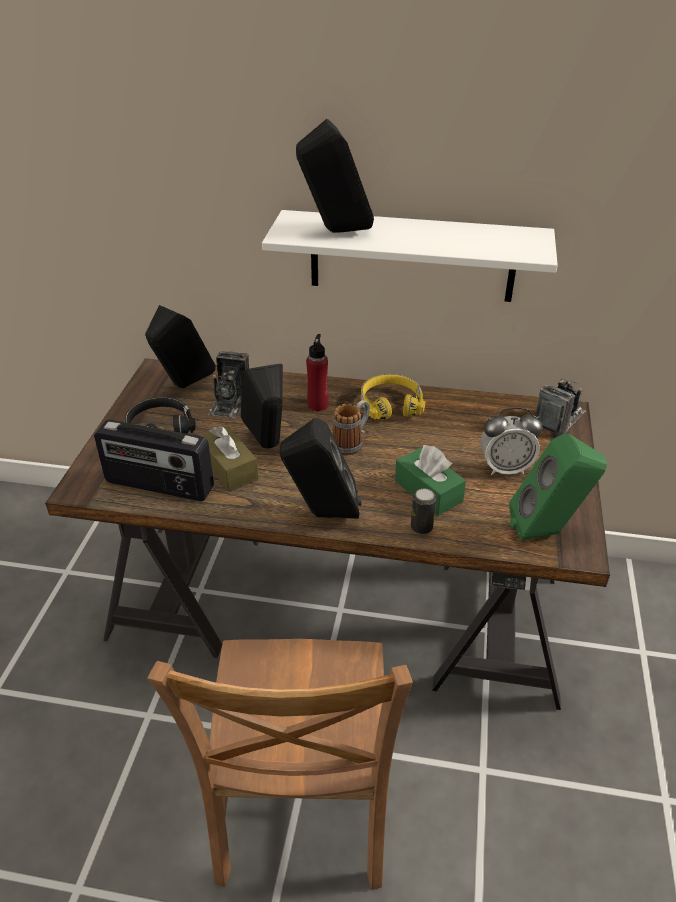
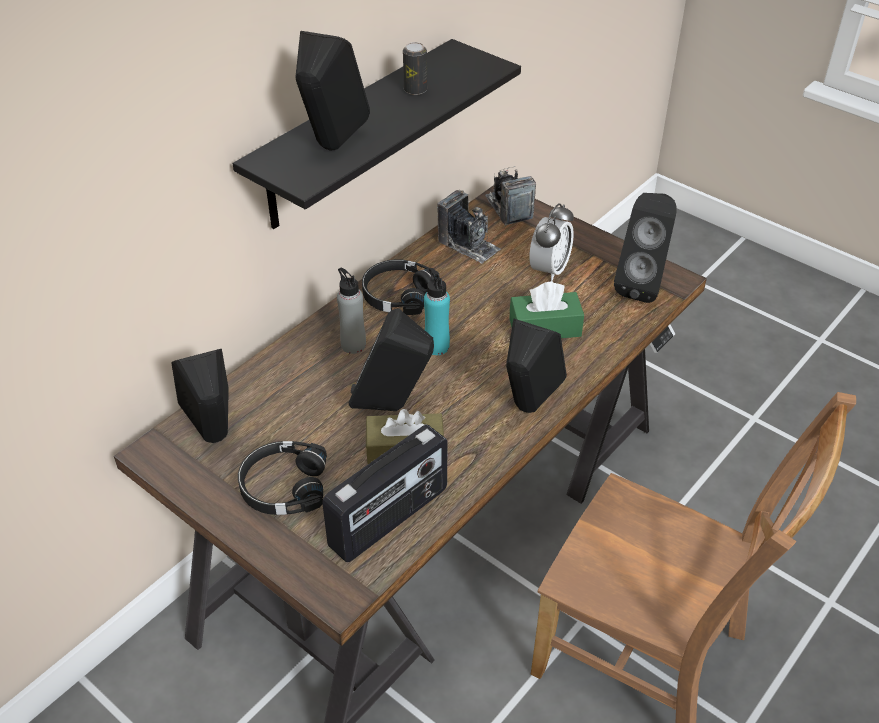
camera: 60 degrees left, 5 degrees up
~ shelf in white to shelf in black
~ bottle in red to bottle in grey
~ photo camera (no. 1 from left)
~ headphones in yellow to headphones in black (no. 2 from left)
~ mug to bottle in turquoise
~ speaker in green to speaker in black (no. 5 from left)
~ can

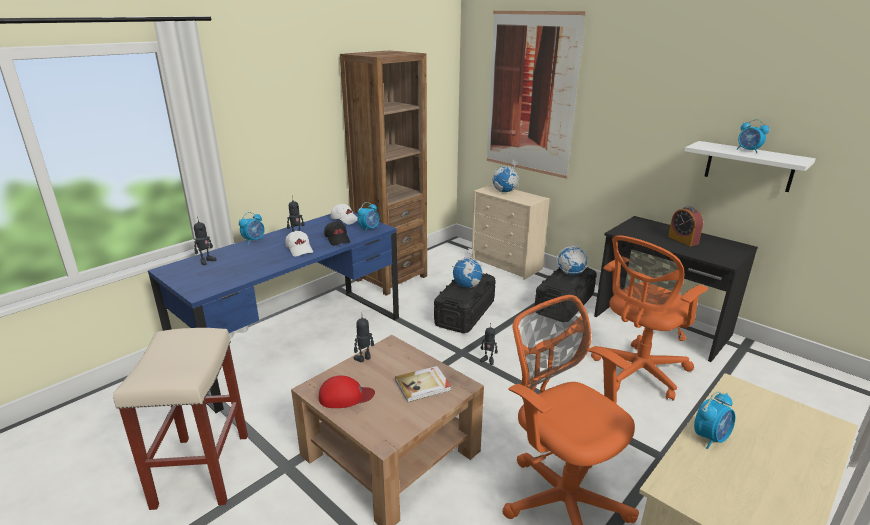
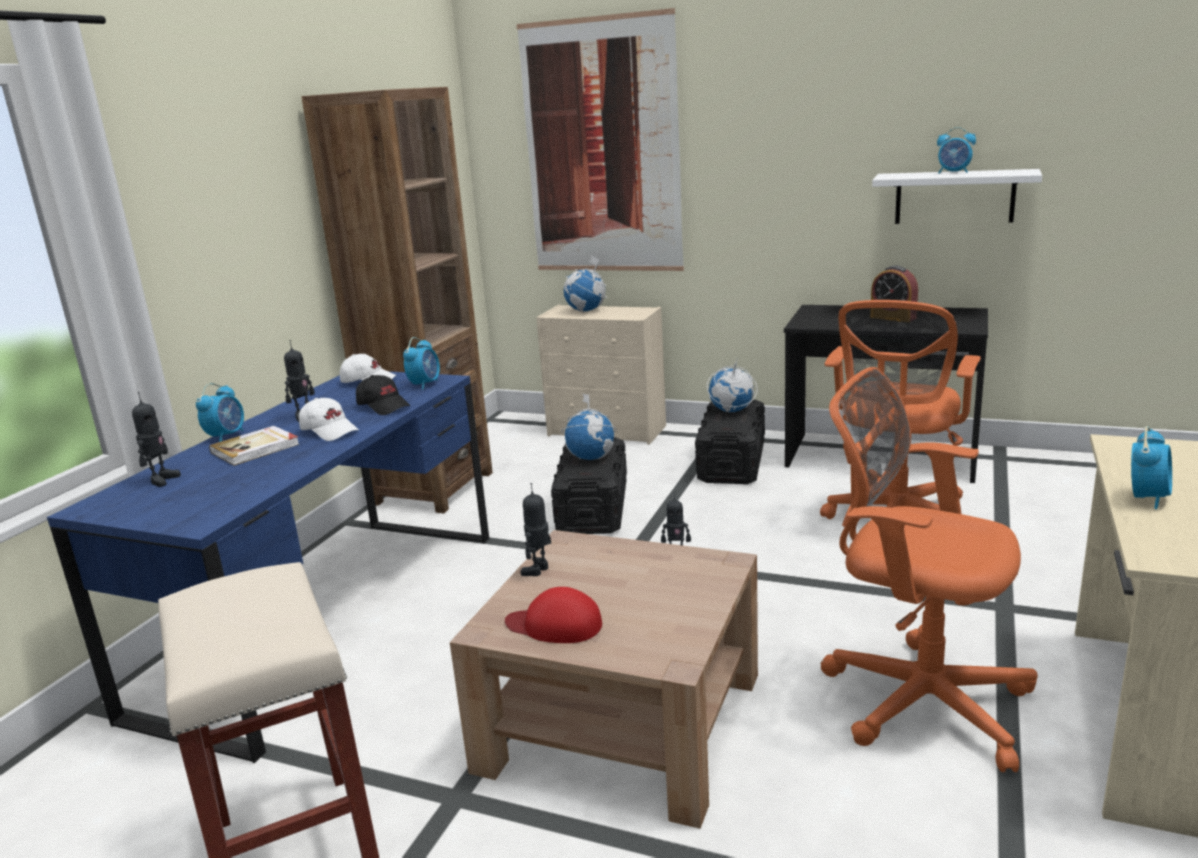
camera: 20 degrees left, 5 degrees down
~ book
~ cap in red 135 degrees counterclockwise

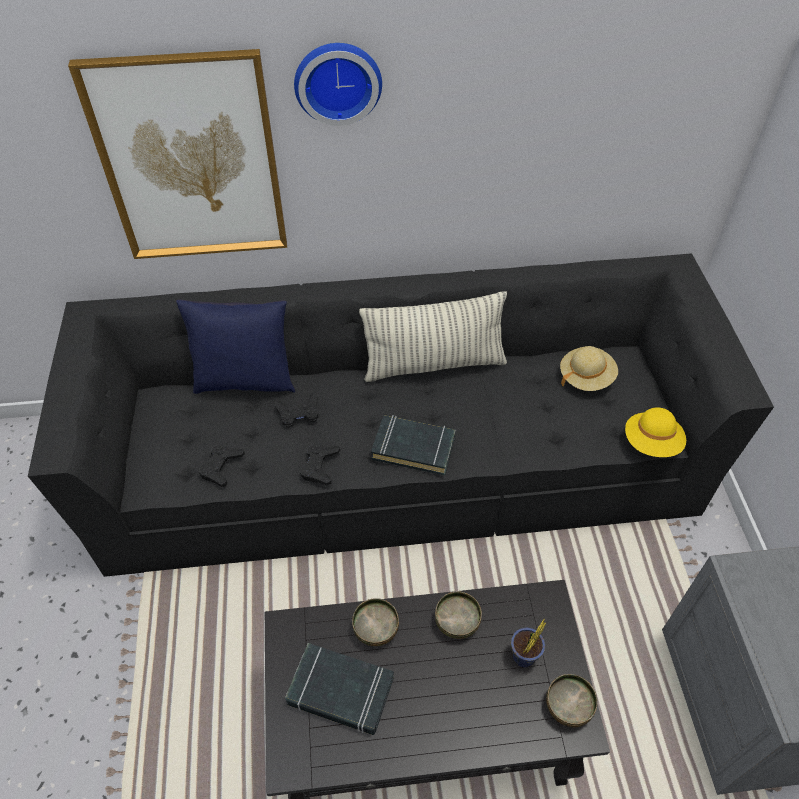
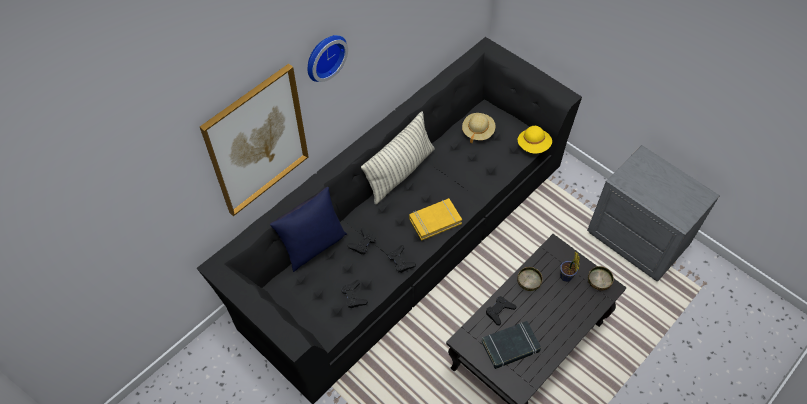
camera: 40 degrees left, 5 degrees up
~ book in black (no. 2 from left) to book in yellow
~ bowl (no. 1 from left) to game controller in black (no. 4 from left)

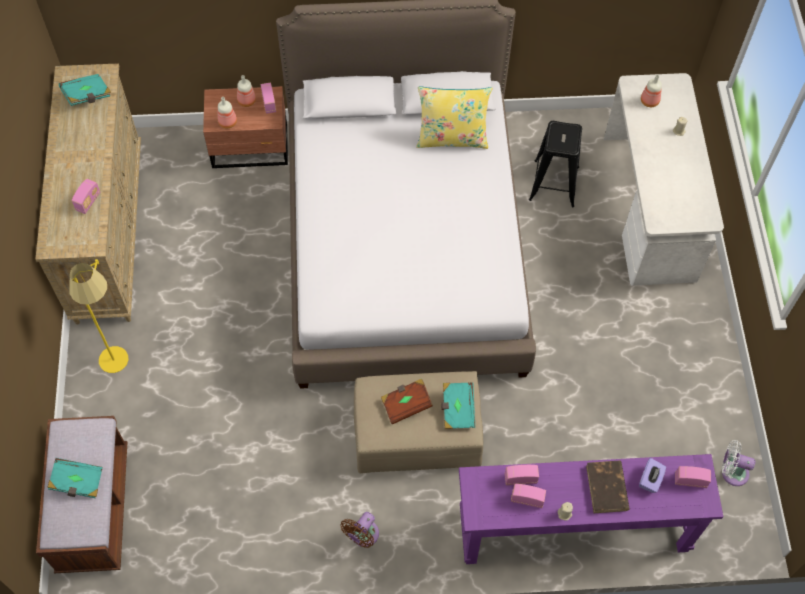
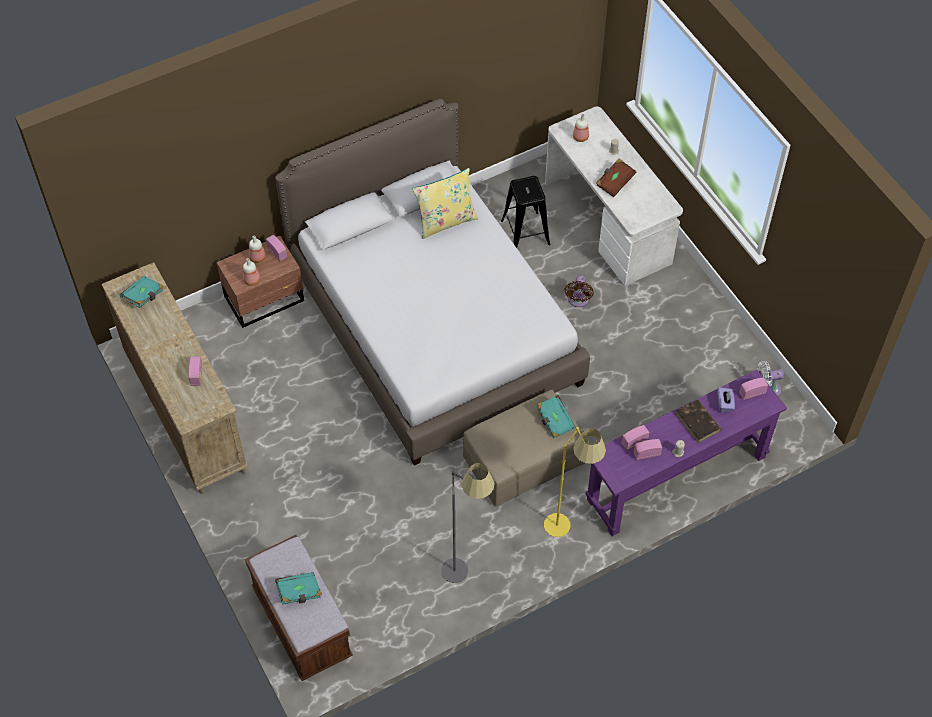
camera: 25 degrees left, 5 degrees down
~ floor lamp in yellow
~ book in brown (no. 1 from left)
~ fan in brown
+ floor lamp in grey

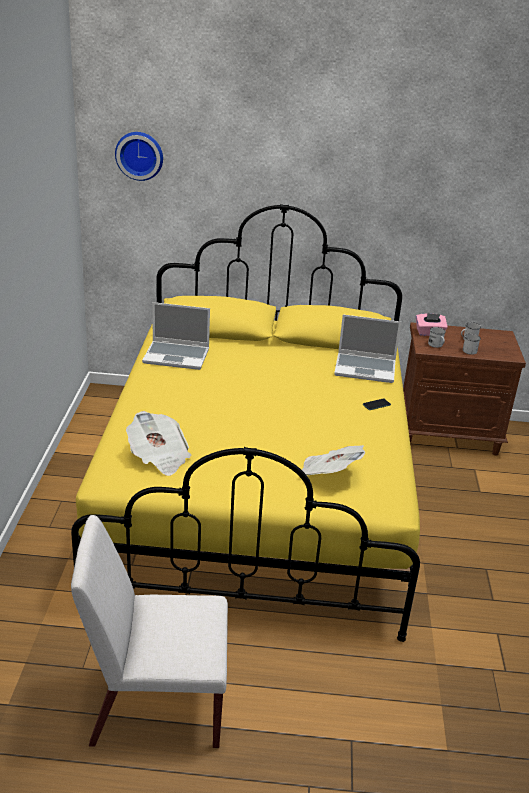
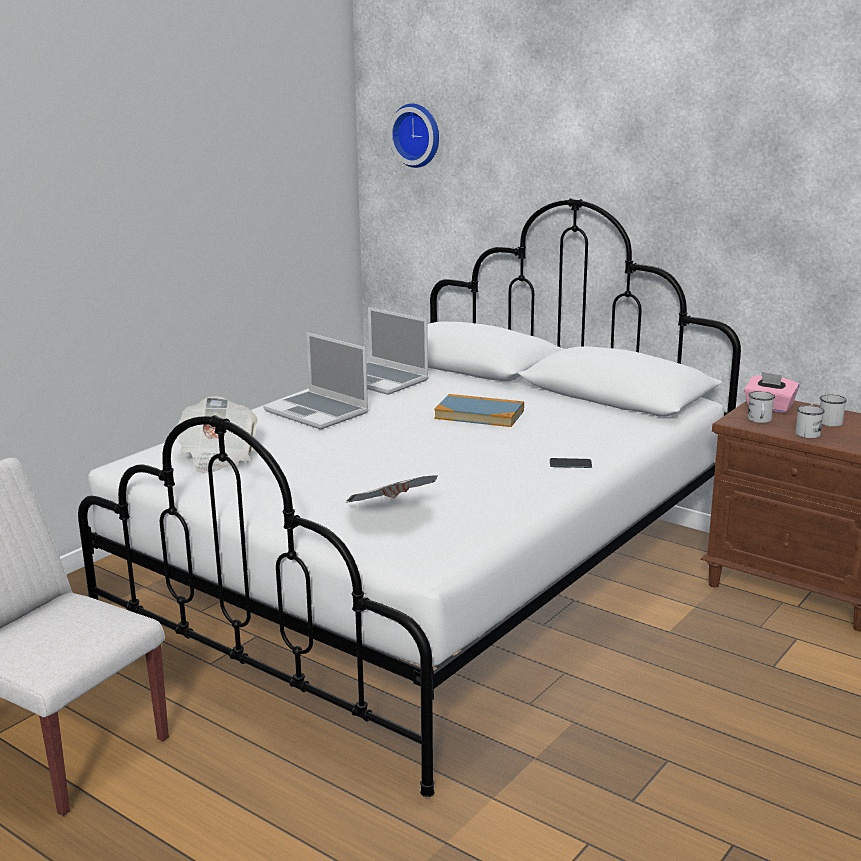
camera: 35 degrees right, 10 degrees down
~ bed in yellow to bed in white
~ laptop (no. 2 from left in the first image) to laptop (no. 1 from left)
+ book

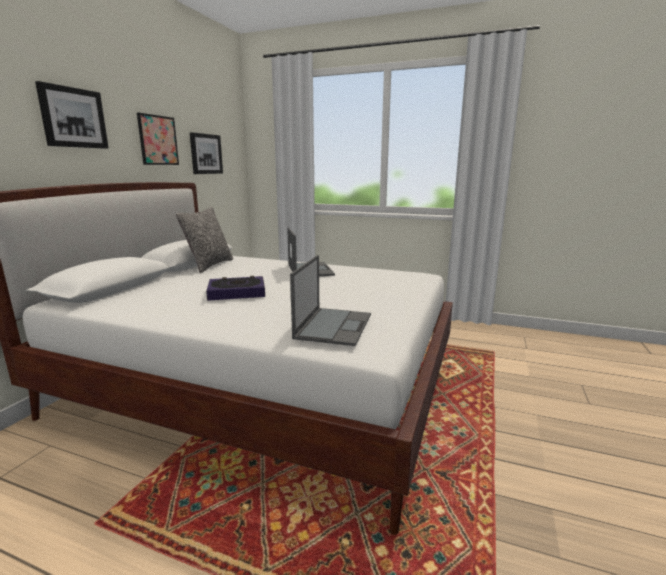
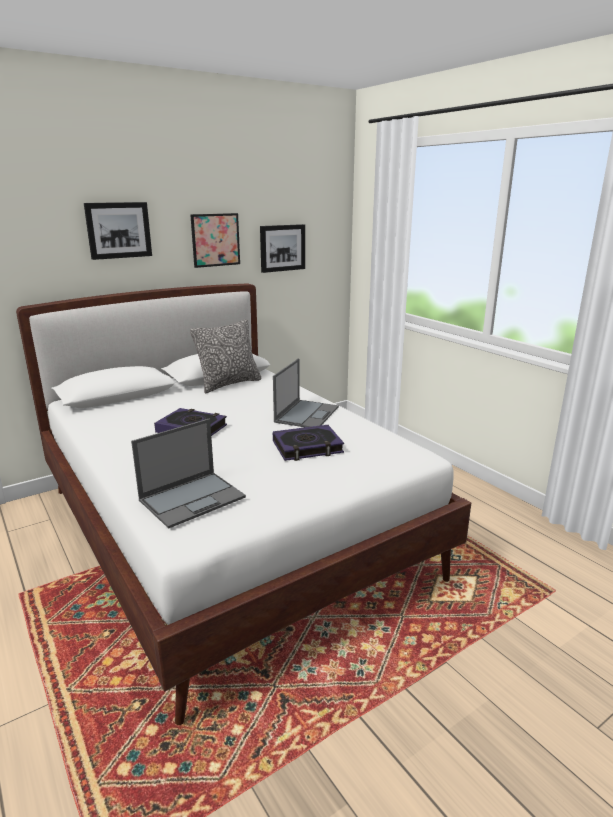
camera: 35 degrees right, 5 degrees up
+ book (no. 2 from left)

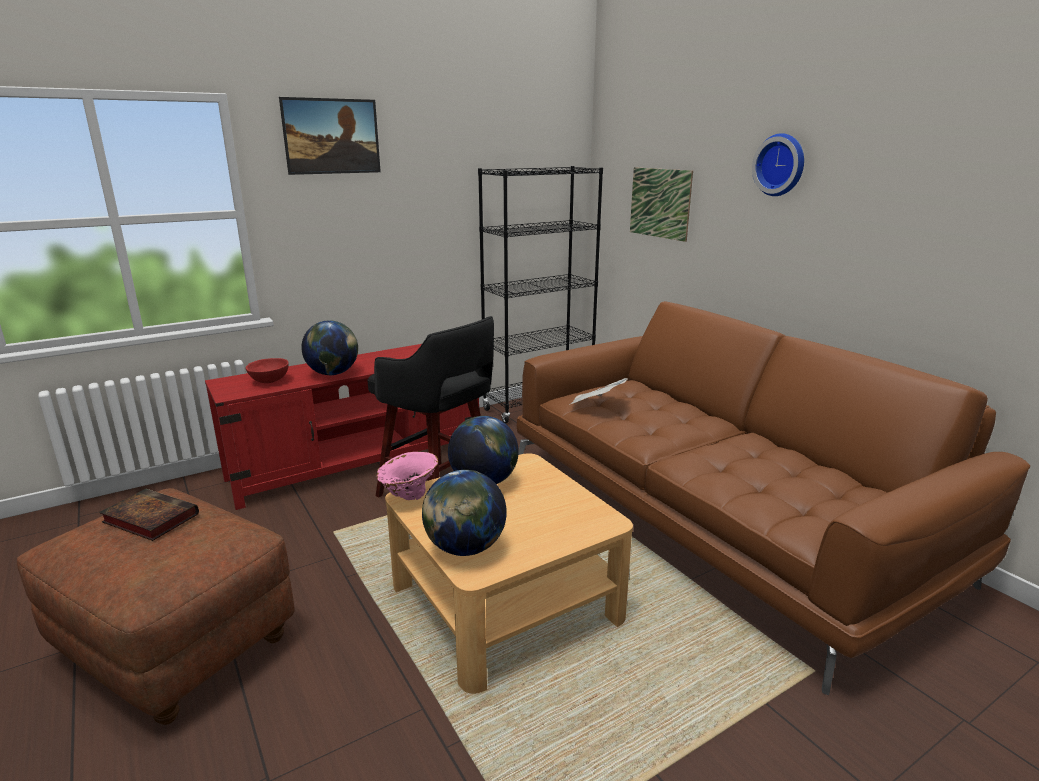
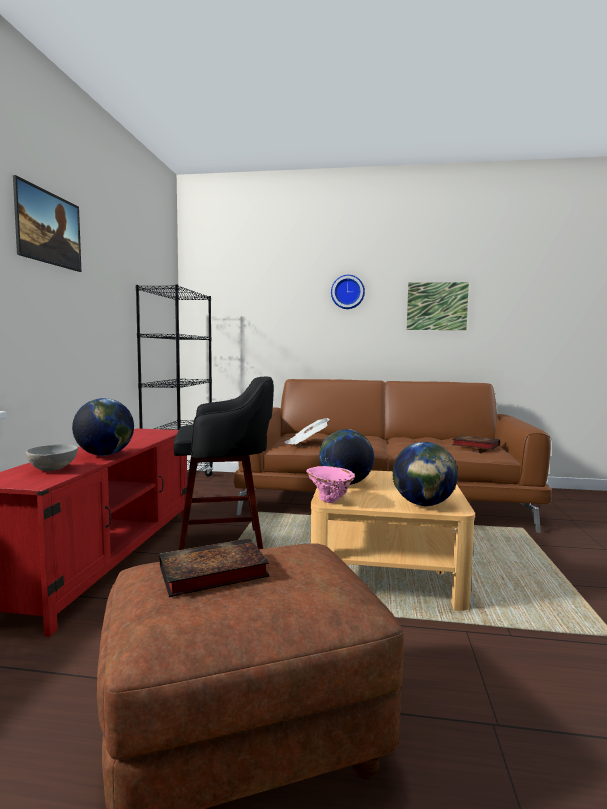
camera: 50 degrees left, 15 degrees down
~ picture (no. 2 from left)
~ bowl in red to bowl in grey
+ book (no. 2 from left)

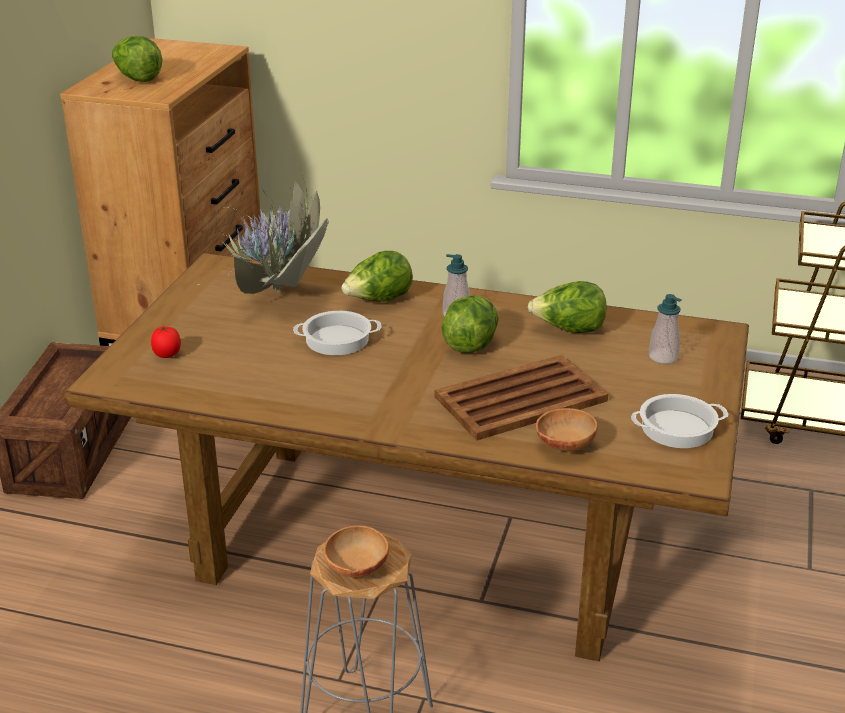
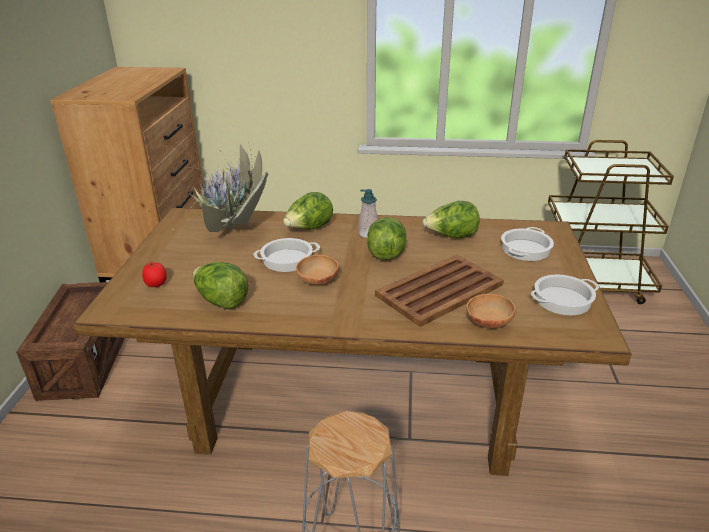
camera: 10 degrees left, 0 degrees up
~ lettuce (no. 1 from left)
~ soap dispenser (no. 2 from left) to cooking pot (no. 2 from left)
~ bowl in brown (no. 1 from left)

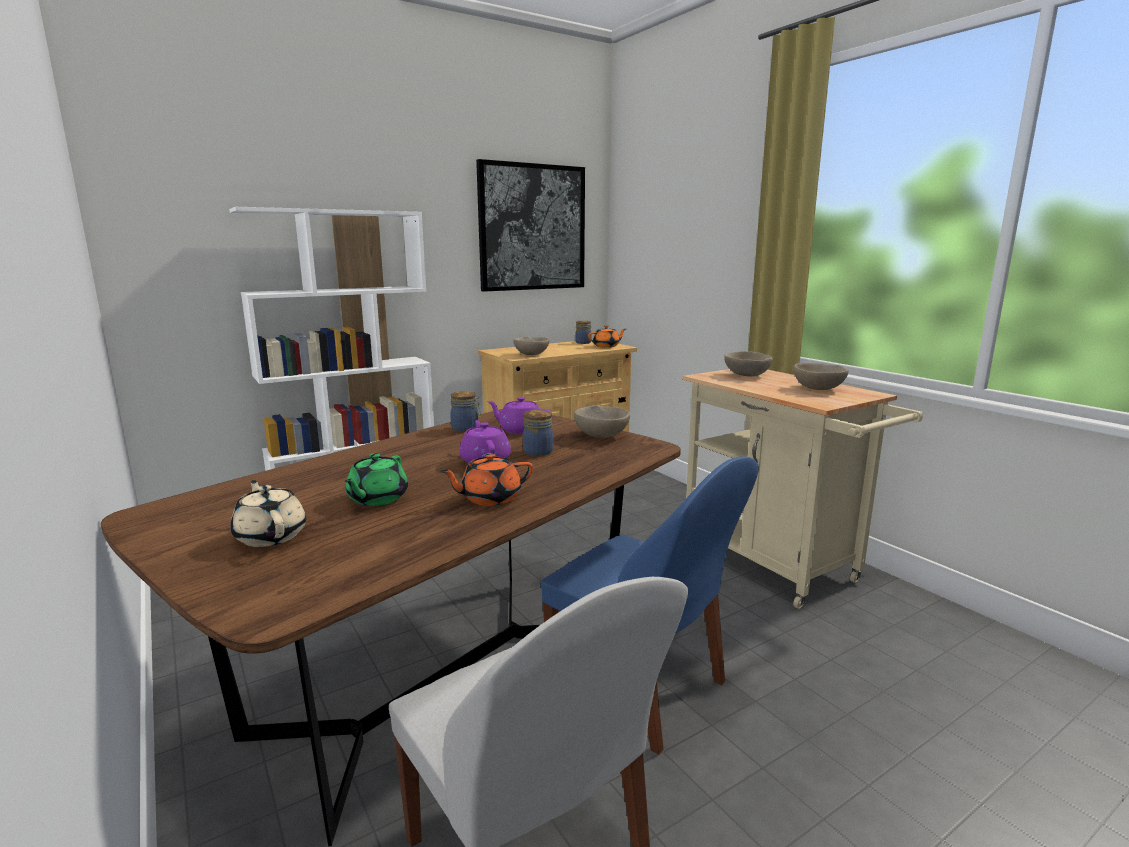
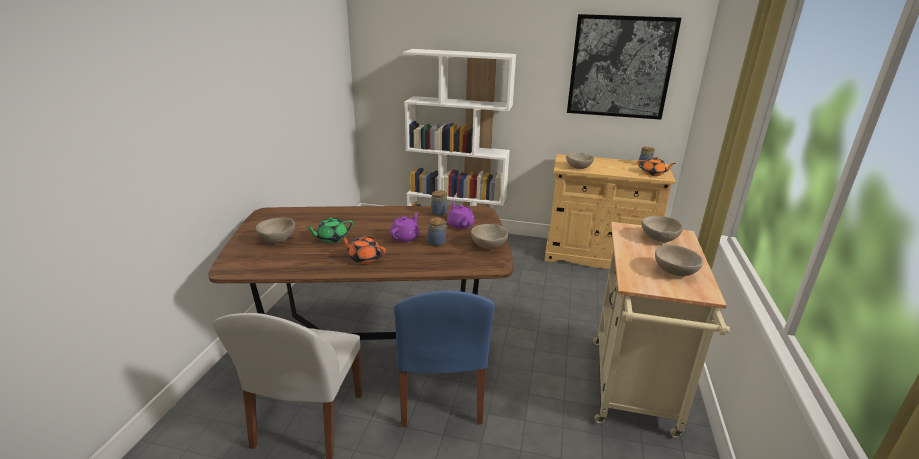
camera: 45 degrees right, 10 degrees up
~ teapot in beige to bowl in beige (no. 1 from left)

